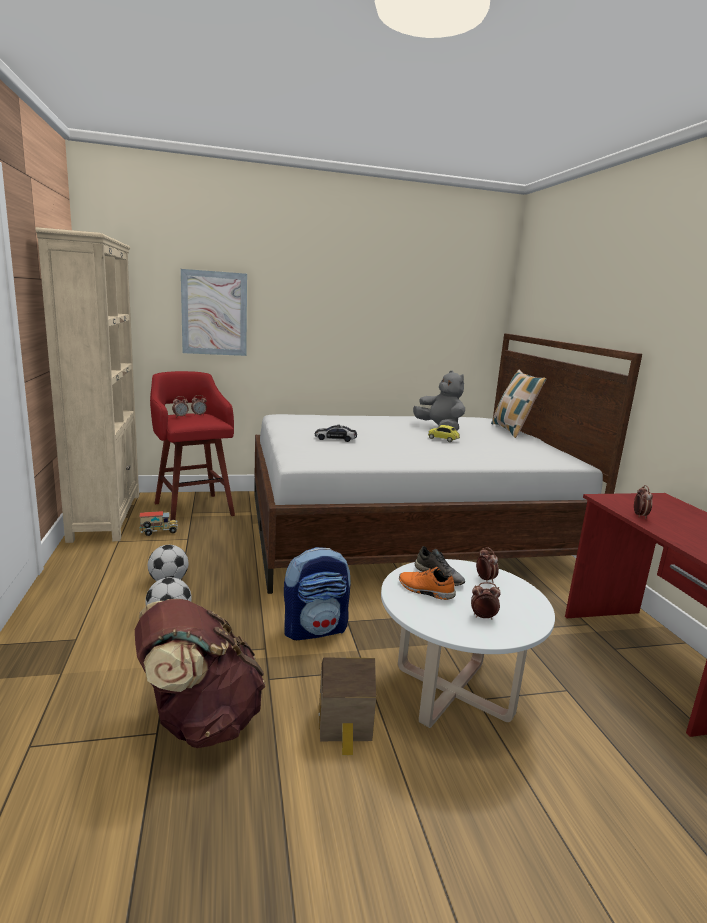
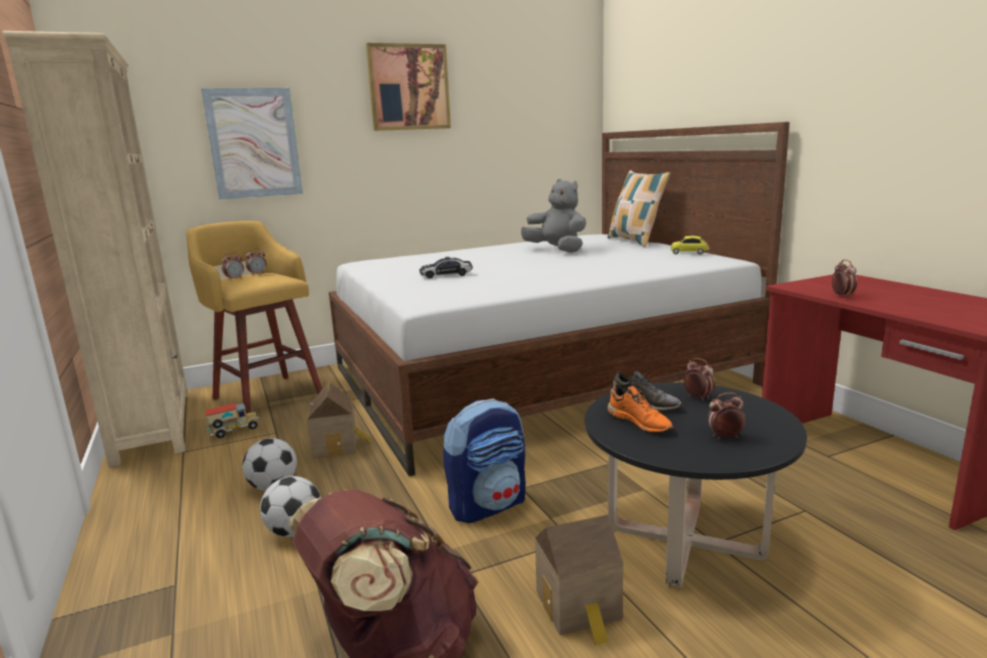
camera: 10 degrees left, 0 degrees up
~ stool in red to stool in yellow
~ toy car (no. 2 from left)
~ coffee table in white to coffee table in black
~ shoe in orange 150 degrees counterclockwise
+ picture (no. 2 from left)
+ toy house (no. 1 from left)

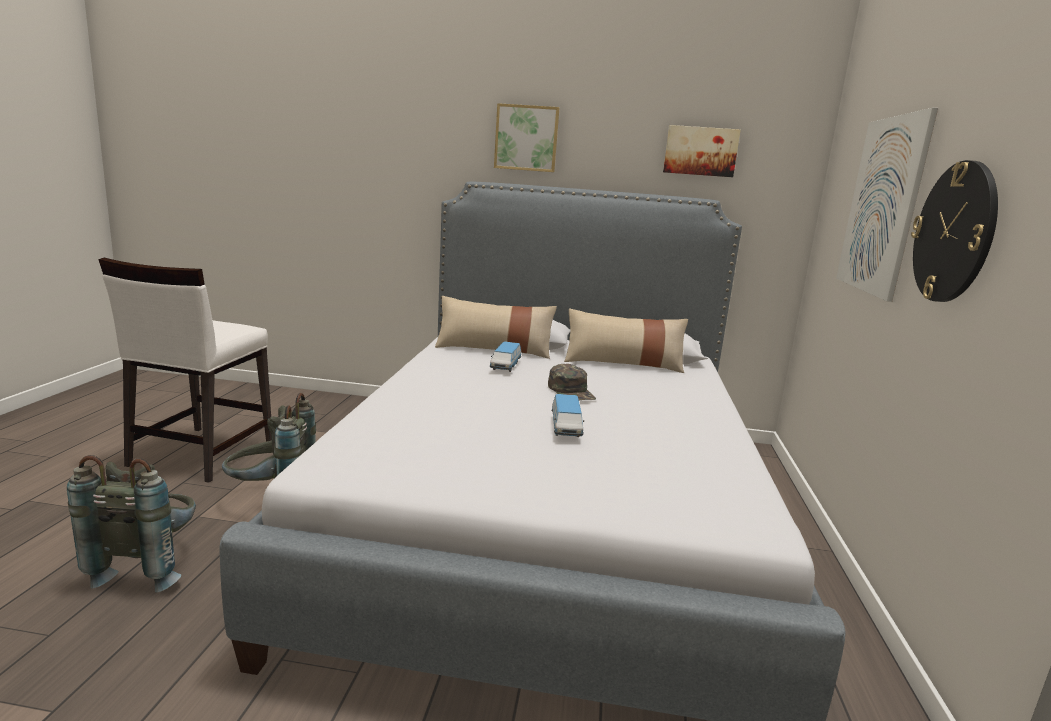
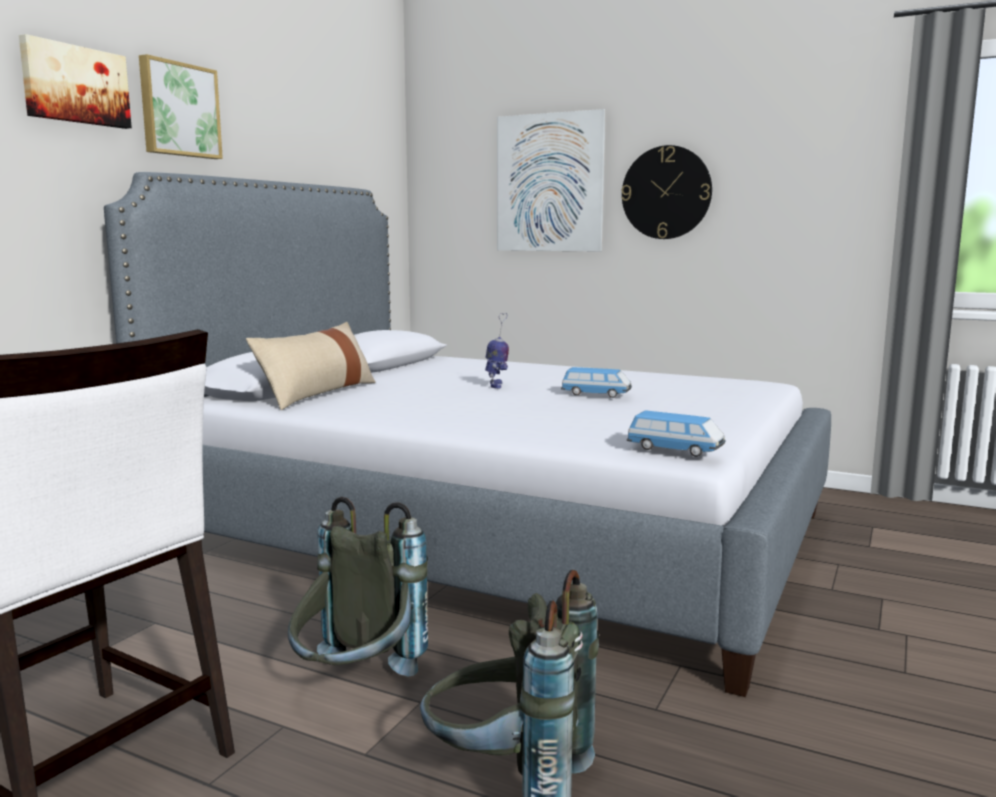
camera: 70 degrees left, 5 degrees down
~ picture (no. 2 from left in the first image) to picture (no. 1 from left)
- pillow in beige (no. 2 from left)
~ toy car (no. 1 from left in the first image) to toy car (no. 2 from left)
~ cap in green to toy robot

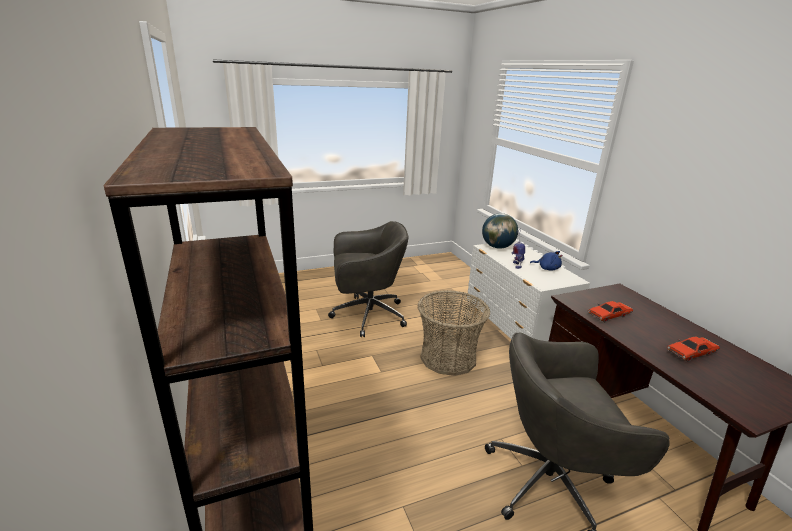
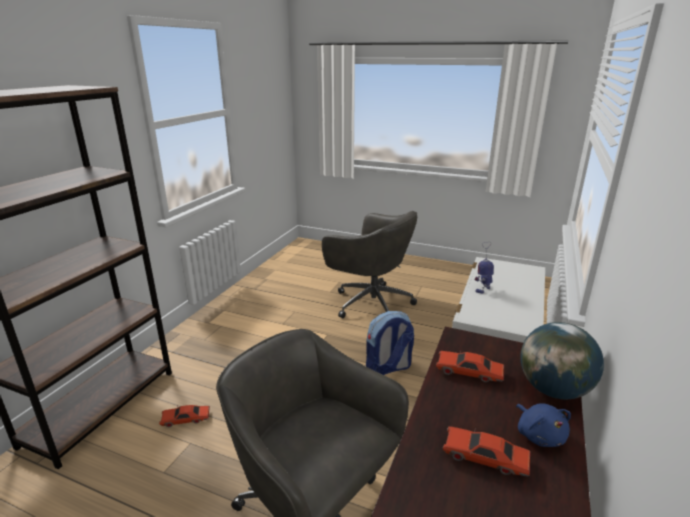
camera: 45 degrees right, 0 degrees up
~ globe
~ plush toy in blue
~ basket to backpack
+ toy car in red (no. 1 from left)

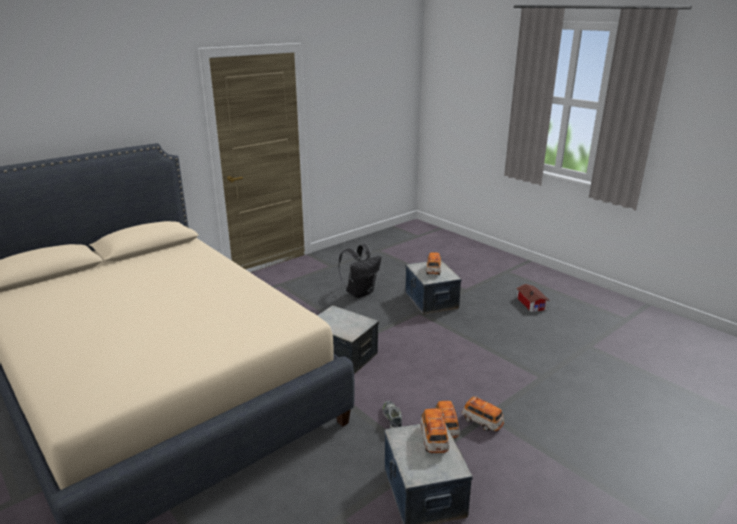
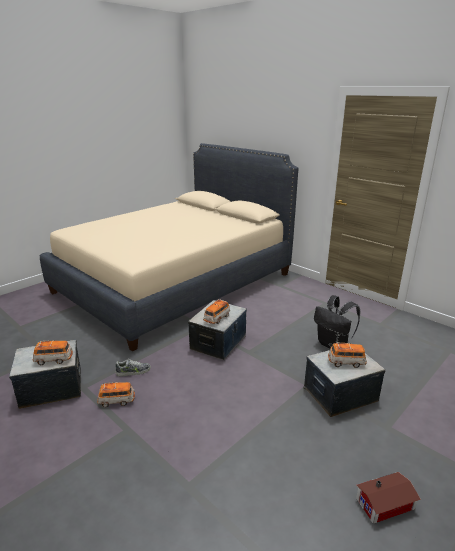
camera: 85 degrees right, 0 degrees up
~ toy car (no. 4 from left in the first image) to toy car (no. 3 from left)

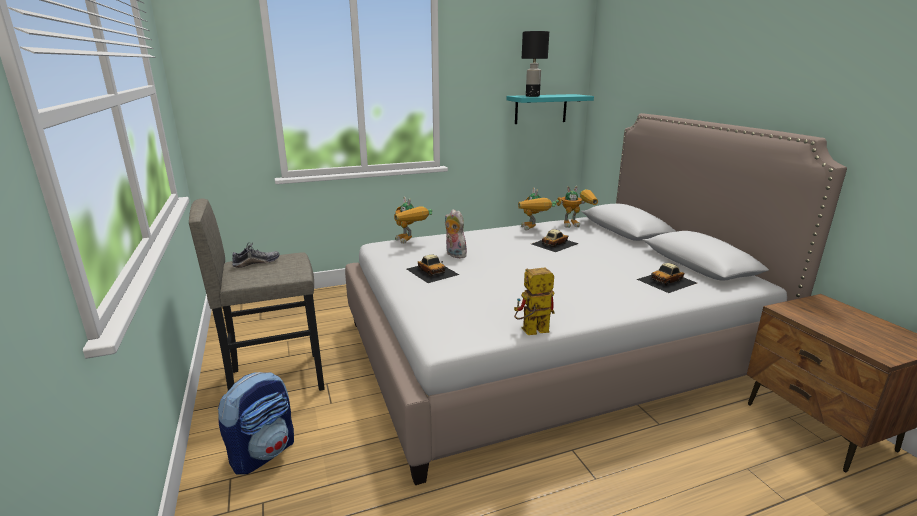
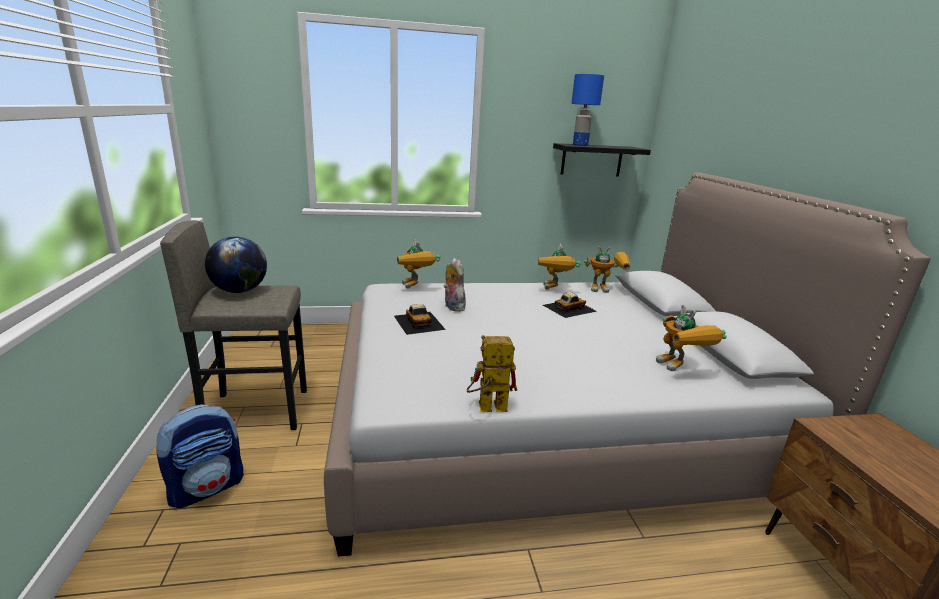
camera: 10 degrees right, 0 degrees up
~ table lamp in black to table lamp in blue
~ shelf in turquoise to shelf in black
~ shoe to globe
~ toy car (no. 3 from left) to toy robot (no. 5 from left)

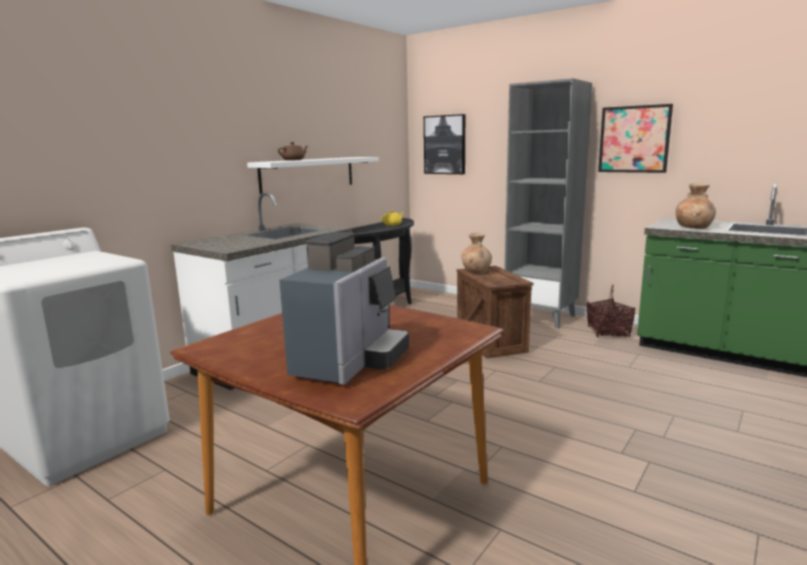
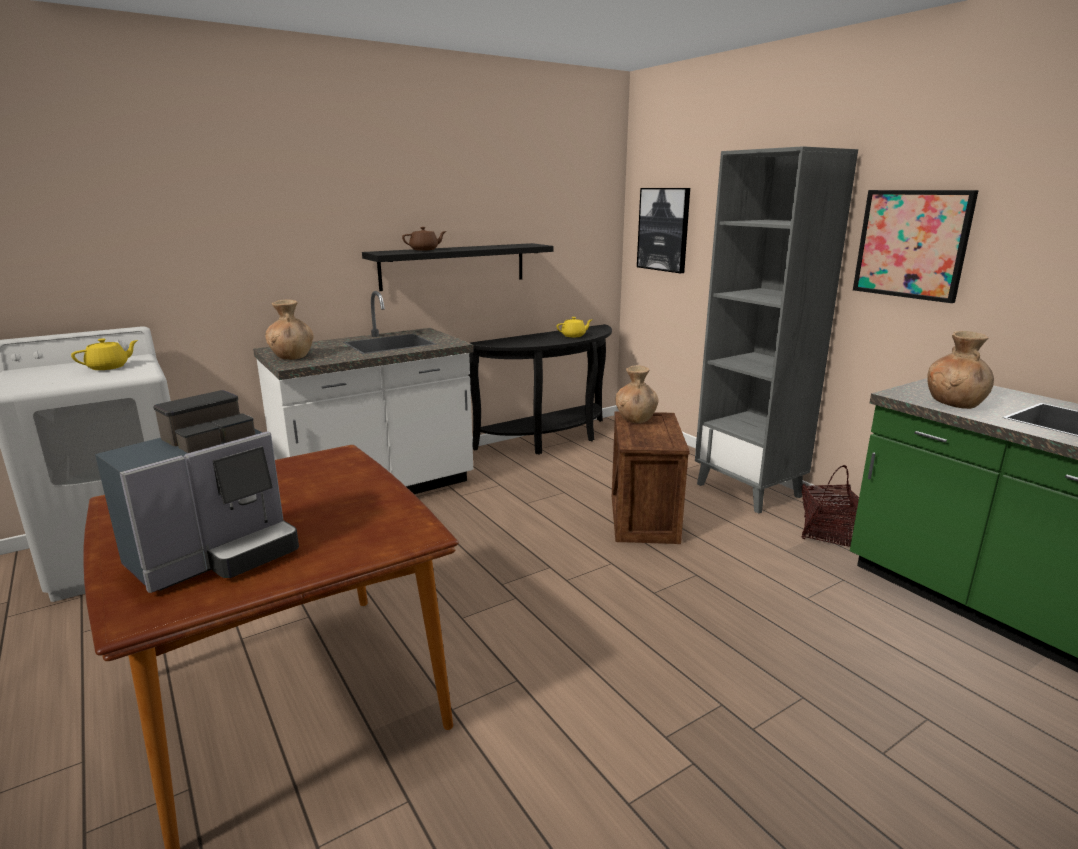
camera: 20 degrees right, 5 degrees up
~ shelf in white to shelf in black
+ vase in brown (no. 1 from left)
+ teapot in yellow (no. 1 from left)

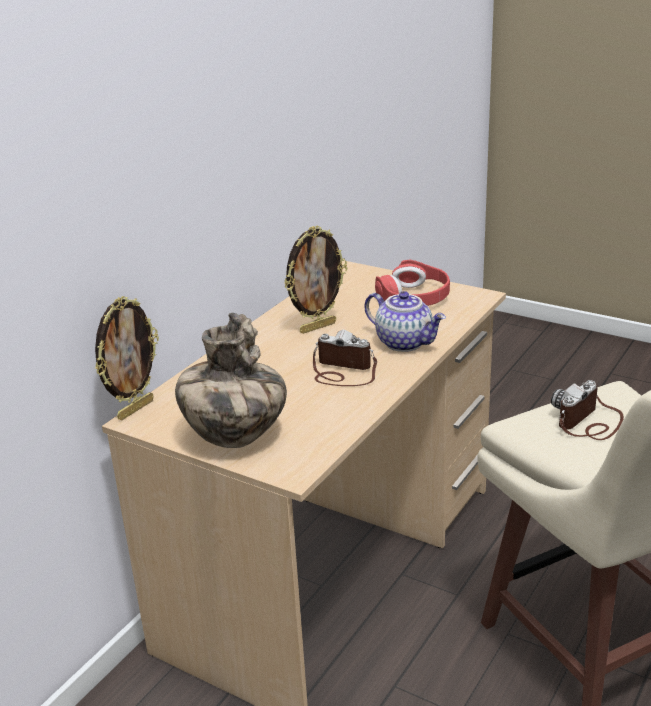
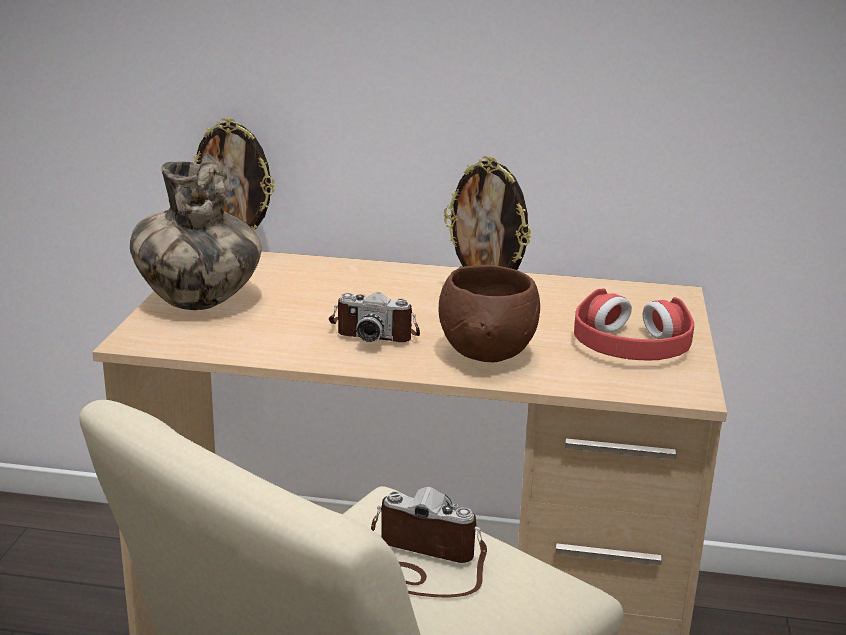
camera: 65 degrees right, 5 degrees down
~ teapot to bowl in brown
~ photo camera (no. 1 from left) 105 degrees clockwise

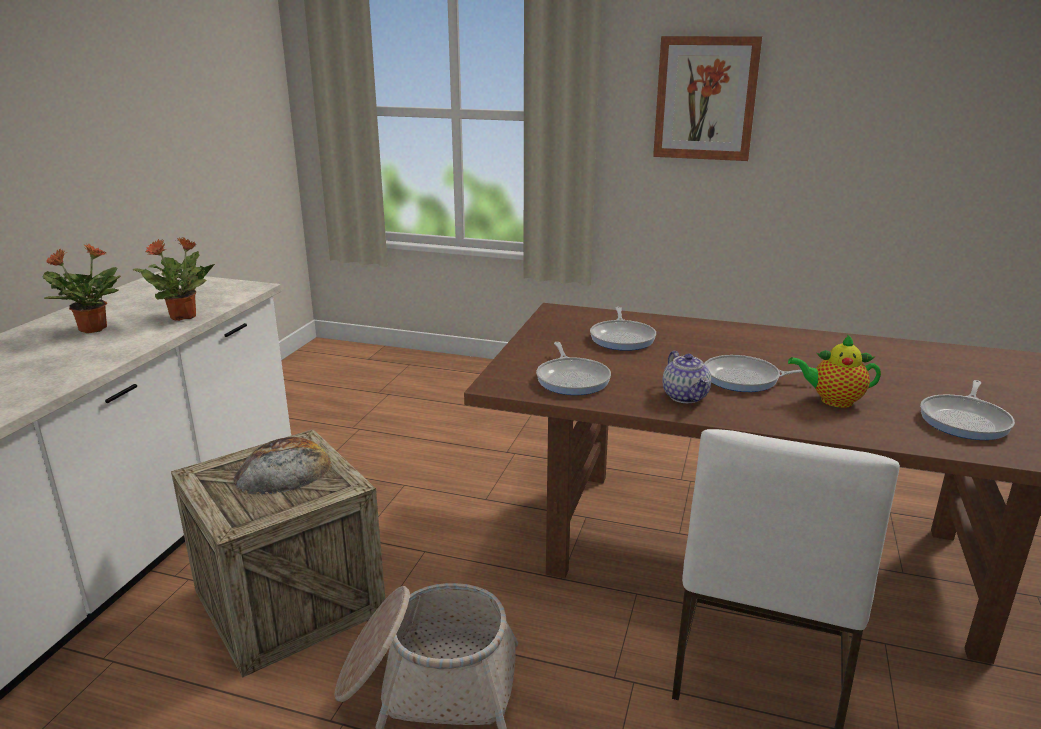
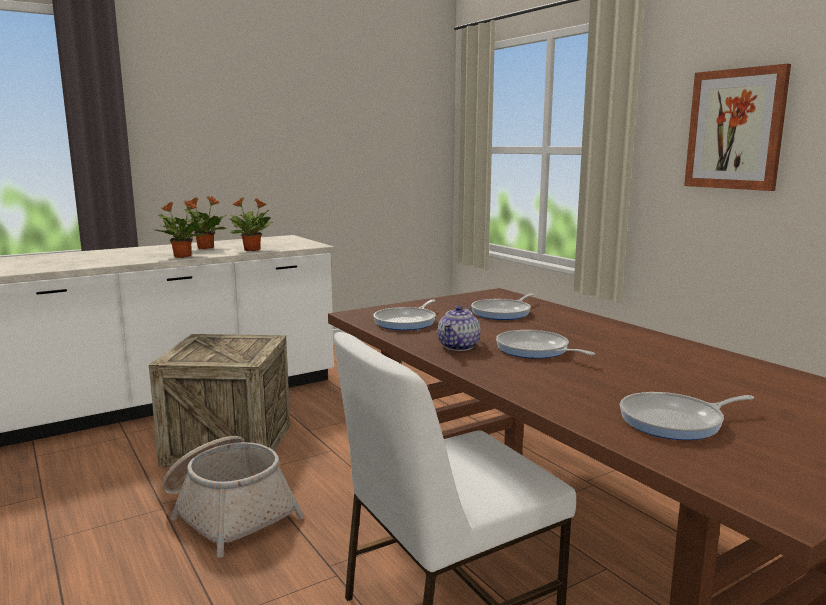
camera: 40 degrees right, 10 degrees down
- teapot (no. 2 from left)
- bread
+ potted plant (no. 1 from left)

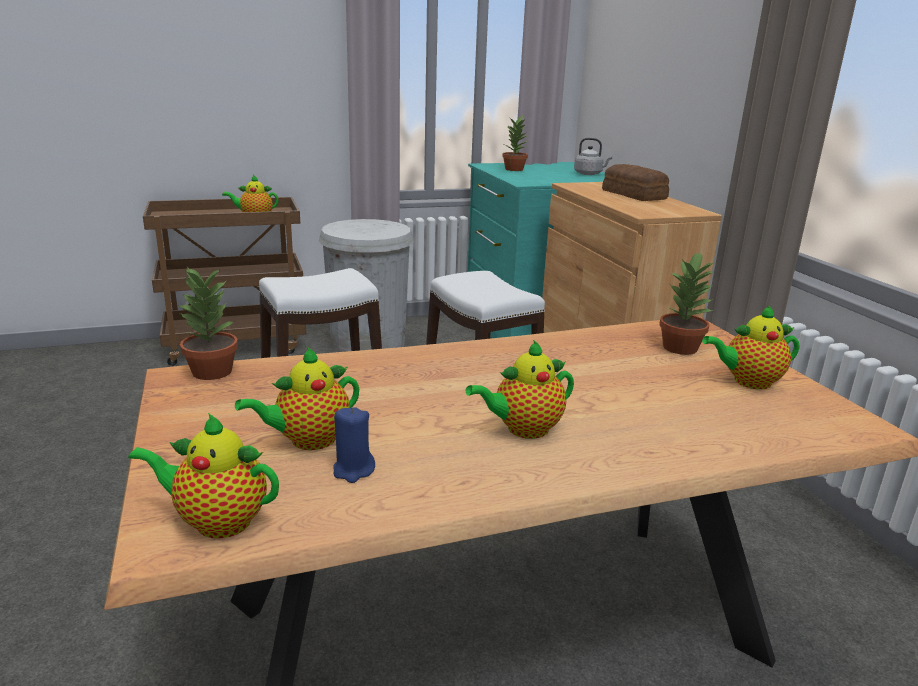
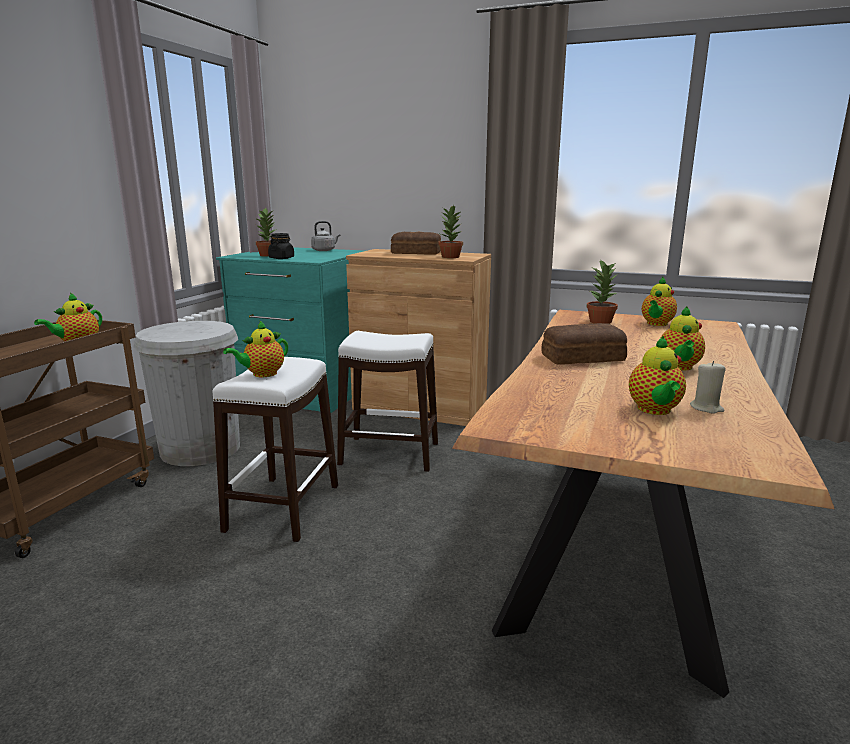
camera: 50 degrees left, 5 degrees down
~ potted plant (no. 1 from left in the first image) to potted plant (no. 2 from left)
~ candle in blue to candle in beige
~ teapot (no. 1 from left in the first image) to teapot (no. 2 from left)
+ jar in black
+ bread (no. 2 from left)

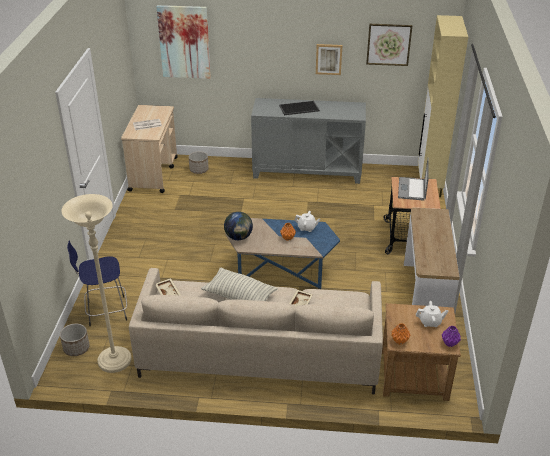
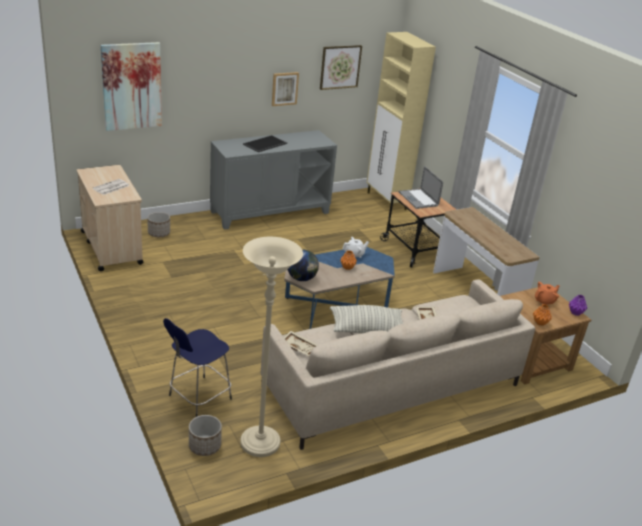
camera: 35 degrees left, 5 degrees down
~ teapot in white (no. 2 from left) to teapot in orange

